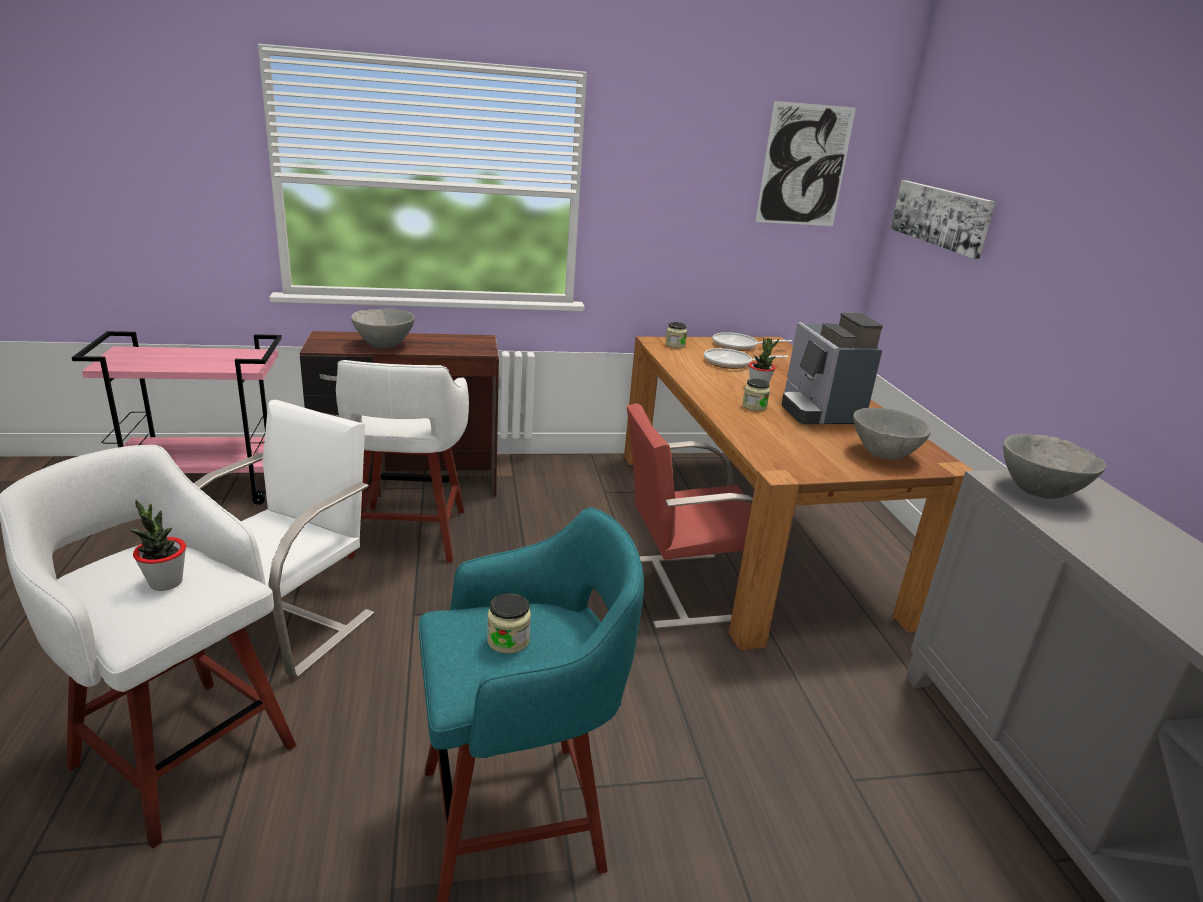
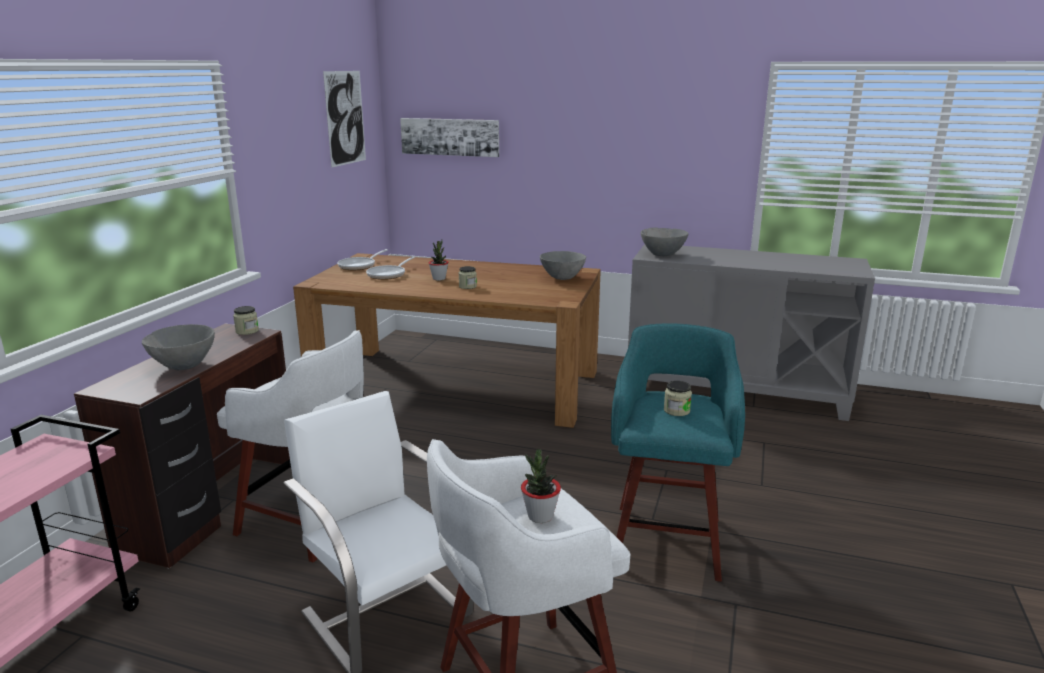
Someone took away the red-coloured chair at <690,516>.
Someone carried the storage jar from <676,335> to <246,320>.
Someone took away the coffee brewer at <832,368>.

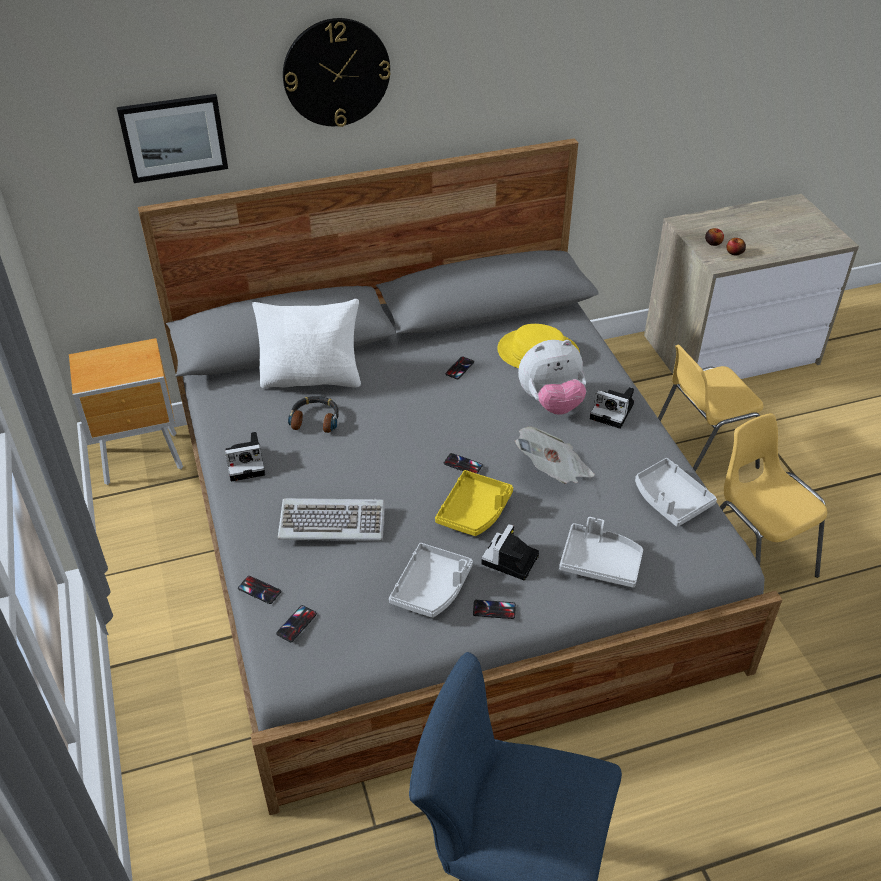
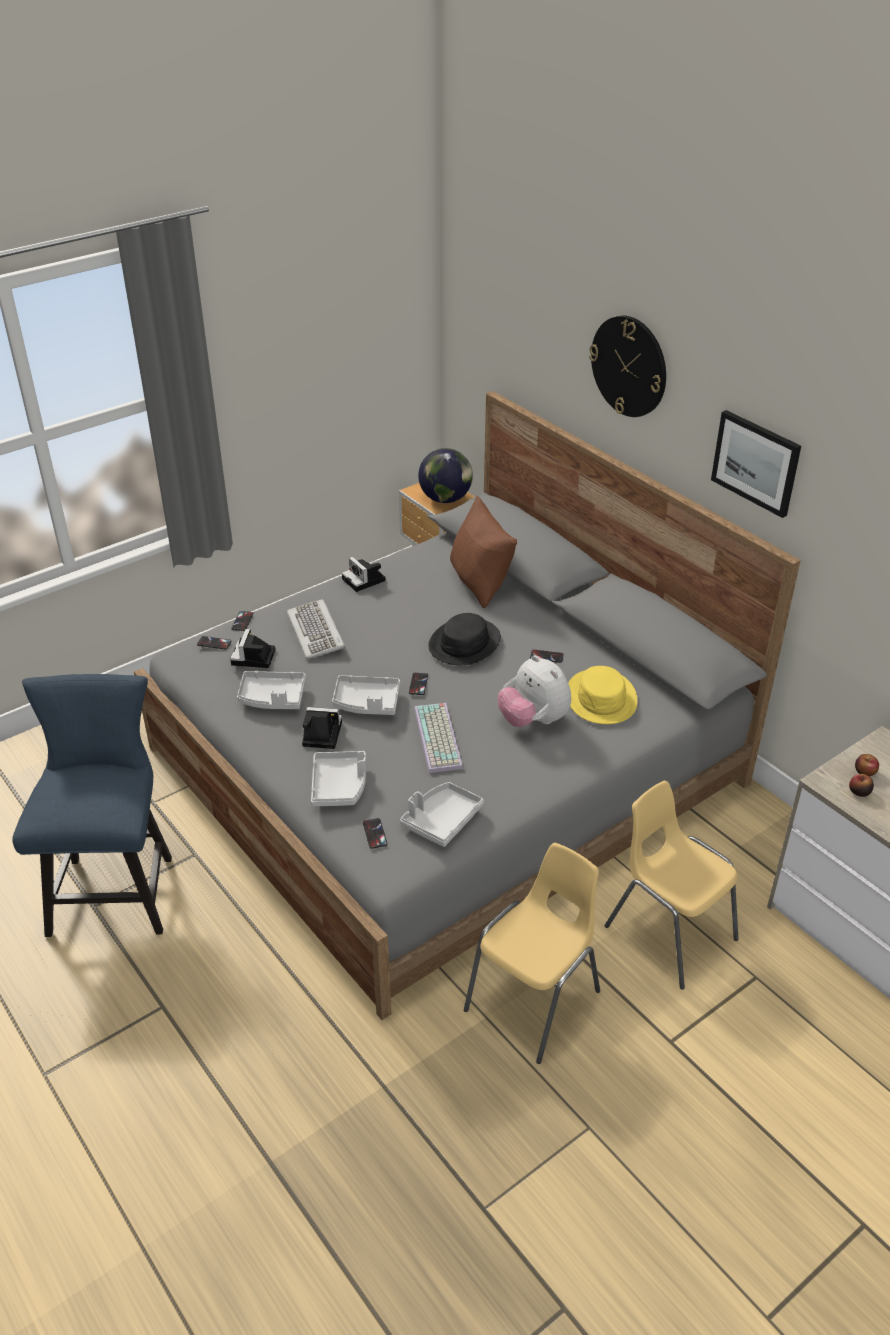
Someone carried the wall picture from <172,138> to <756,464>.
Someone repainted the white throw pillow at <306,343>, which became the brownish throw pillow at <483,552>.
Someone took away the headset at <313,414>.
Someone repainted the yellow-coloured tray at <474,503>, which became the greyish tray at <366,695>.
Someone carried the handset from <494,609> to <375,833>.
Someone swapped the daily paper at <554,454> for the computer keyboard at <438,738>.
Someone carried the photo camera from <612,408> to <253,648>.
Someone put down the world globe at <445,475>.
Someone put down the black-coloured clothing hat at <464,639>.

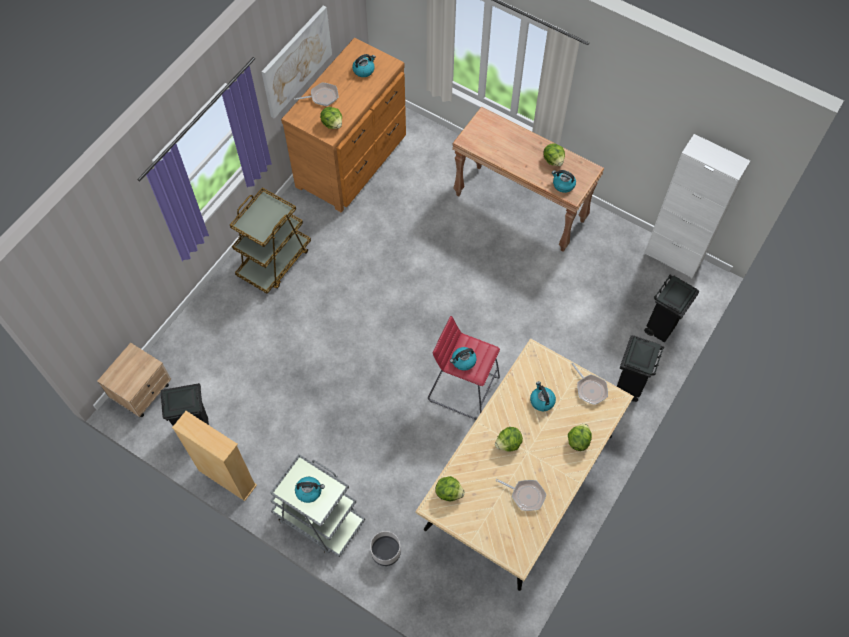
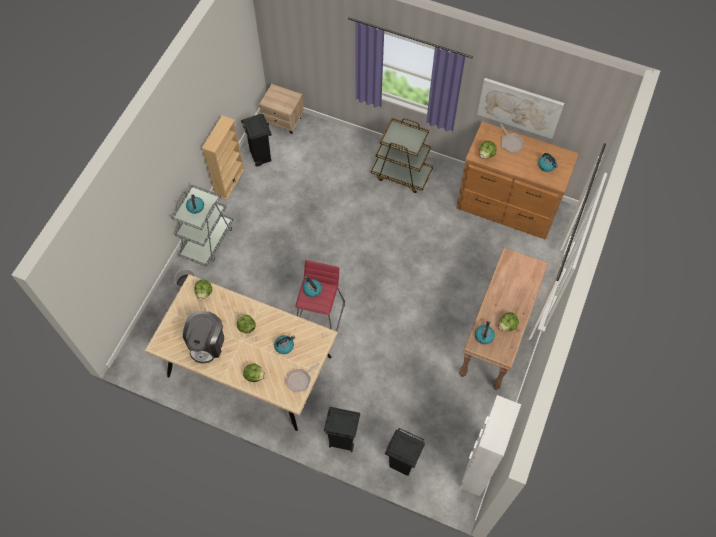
Someone swapped the pan at <520,495> for the coffee brewer at <203,337>.

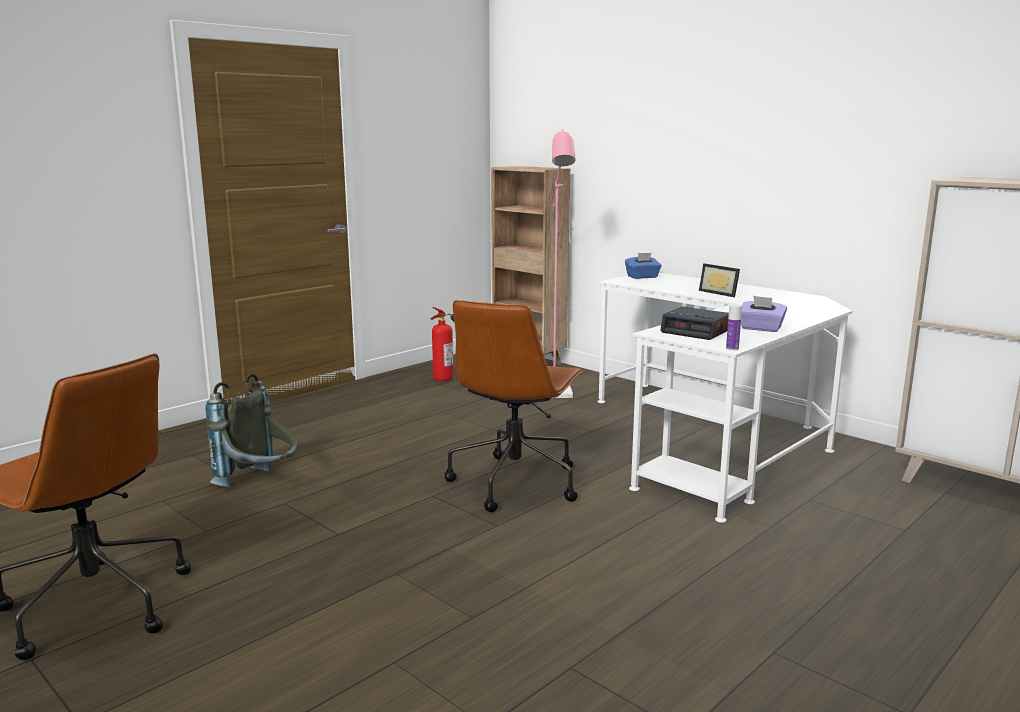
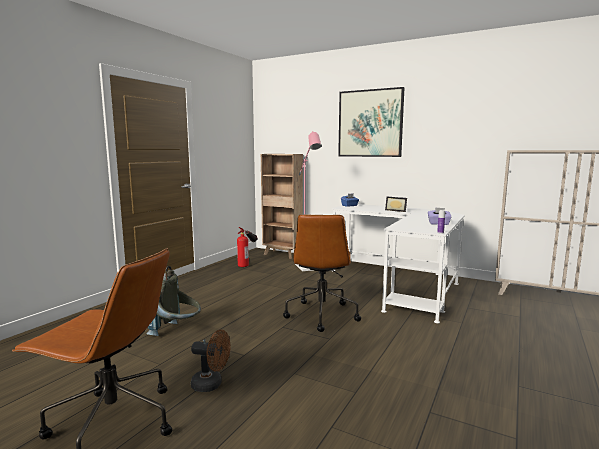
Someone took away the bedside clock at <694,323>.
Someone put down the brownish electric fan at <211,361>.
Someone put up the wall picture at <371,122>.

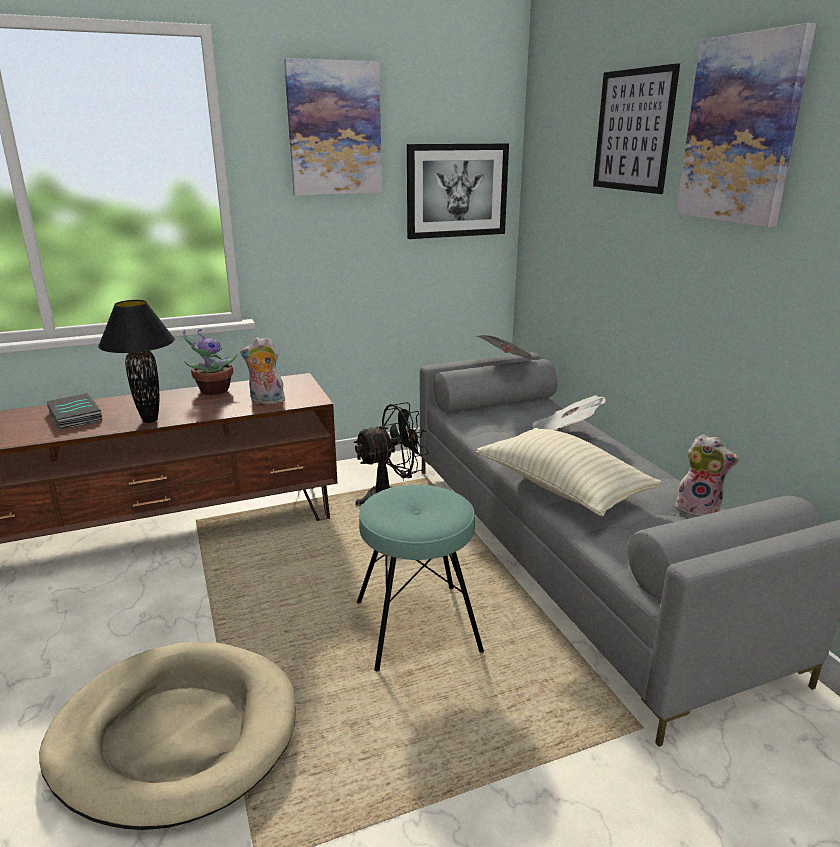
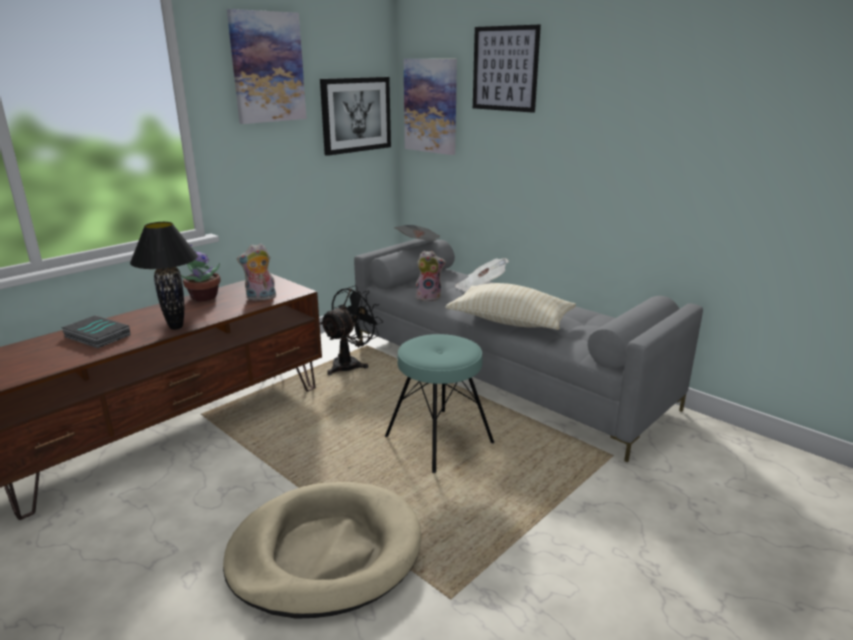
Someone carried the cuddly toy from <707,475> to <431,276>.
Someone carried the wall picture from <746,125> to <430,107>.

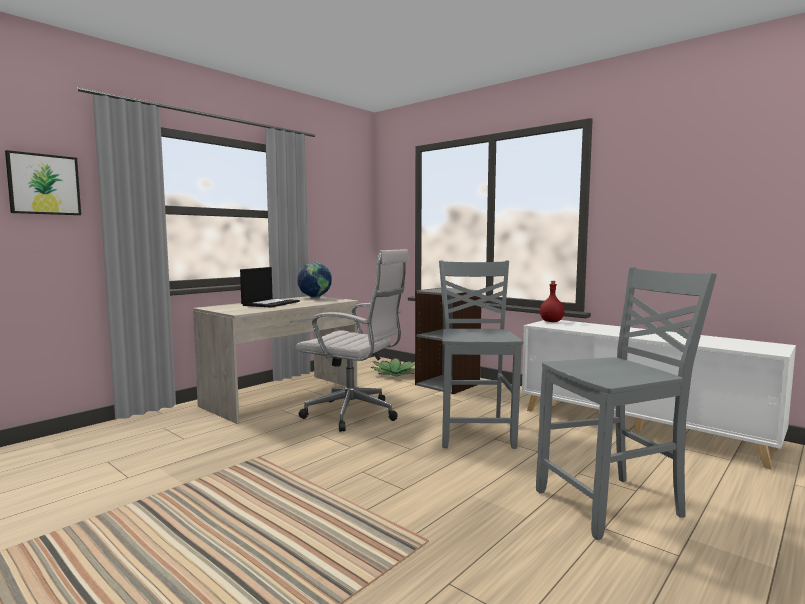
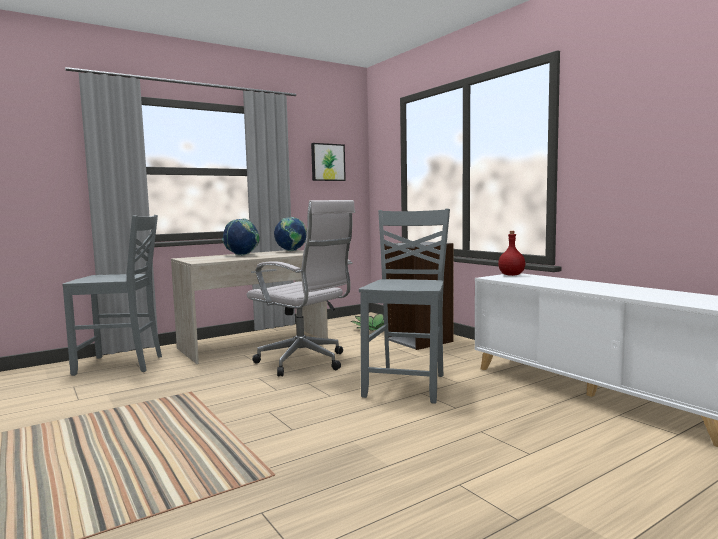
Someone carried the wall picture from <43,182> to <328,162>.
Someone swapped the laptop at <270,287> for the world globe at <241,237>.
Someone carried the greyish chair from <626,403> to <112,295>.

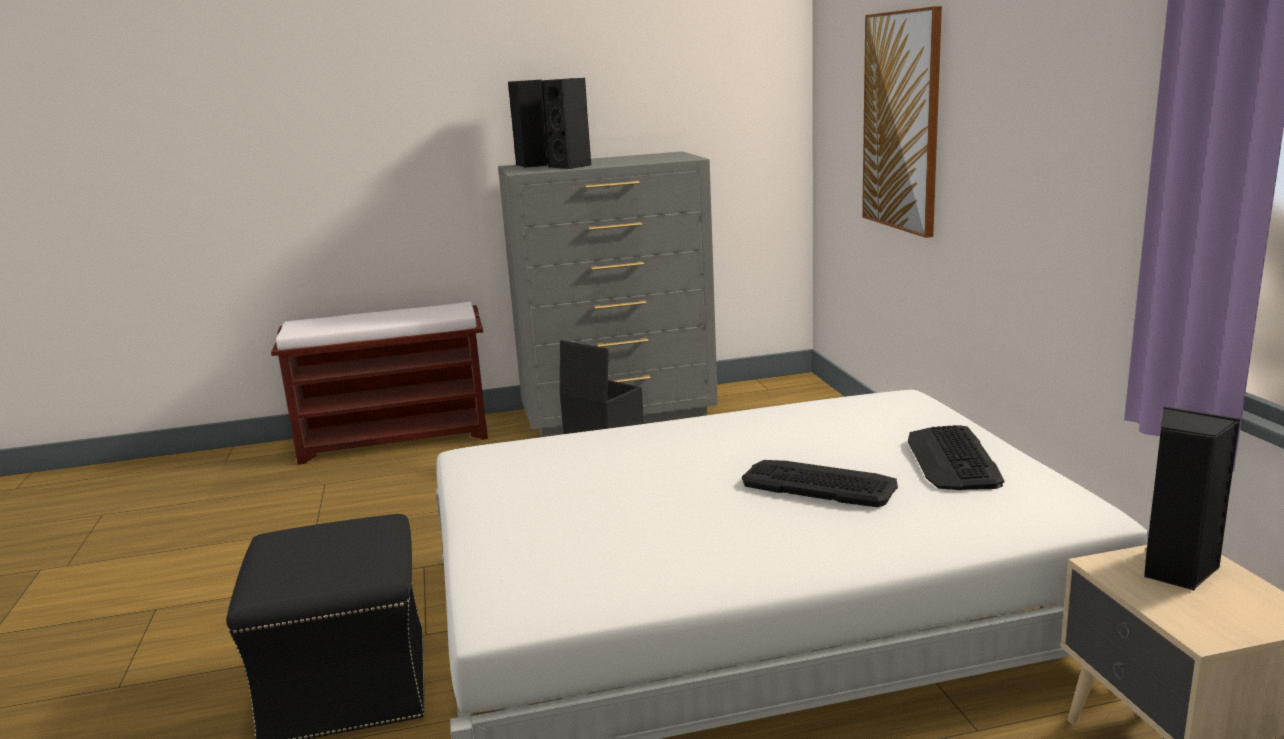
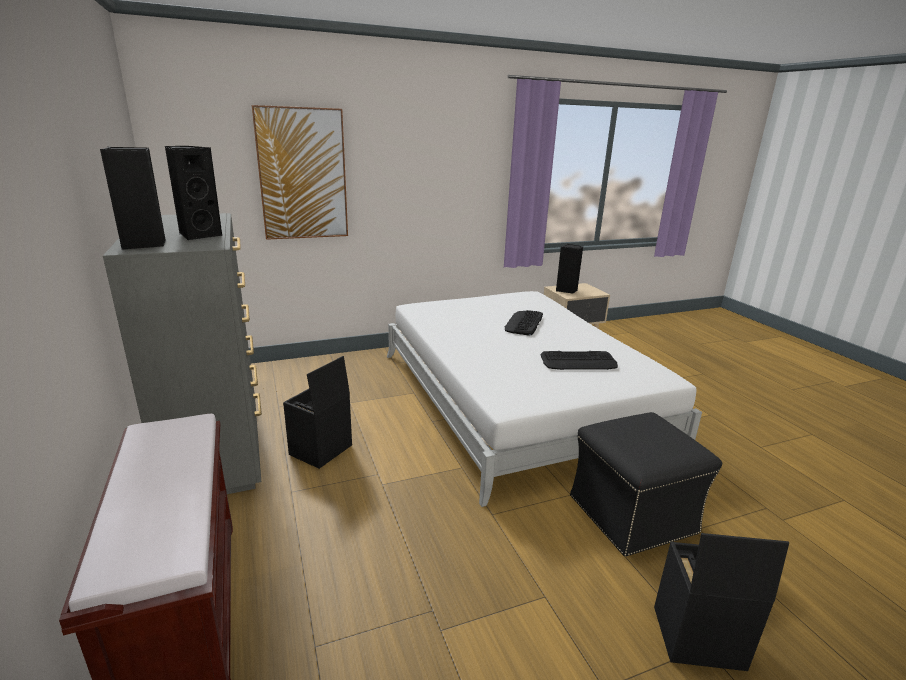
Someone carried the computer keyboard from <956,457> to <579,360>.
Someone put down the black-coloured storage bin at <721,602>.

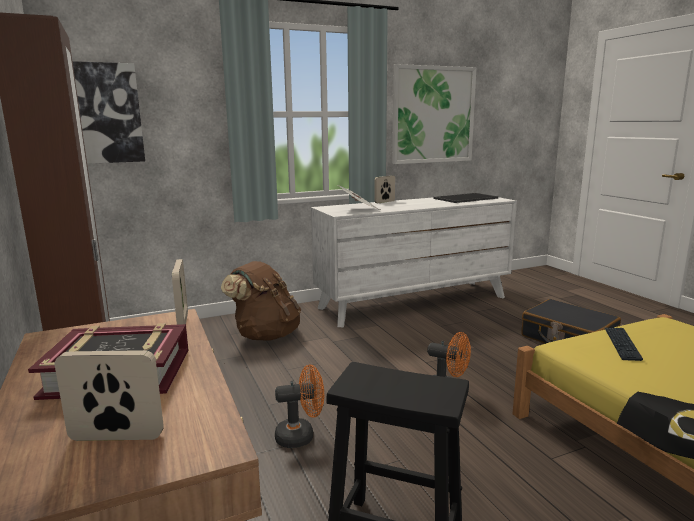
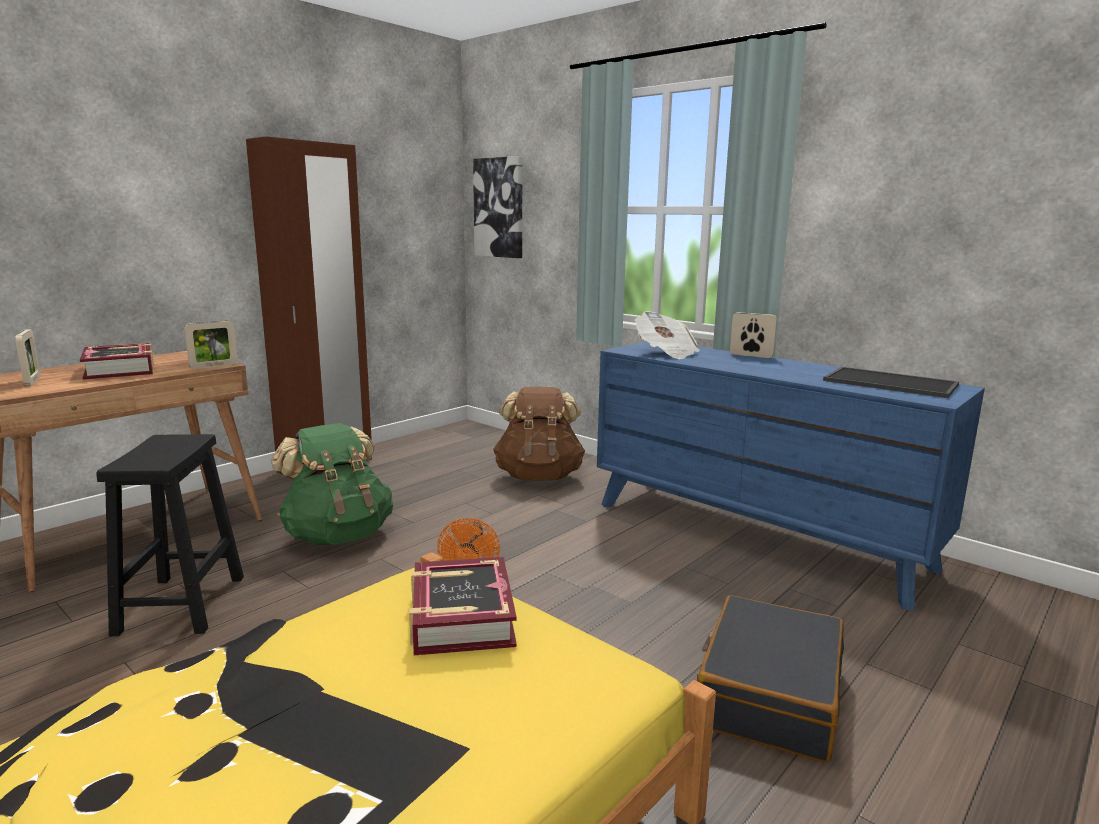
Someone swapped the orange-coloured electric fan at <299,406> for the green backpack at <332,484>.
Someone repainted the white dresser at <414,262>, which became the bluish dresser at <791,475>.
Someone took away the wall picture at <434,114>.
Someone swapped the computer keyboard at <624,344> for the bound book at <463,606>.

